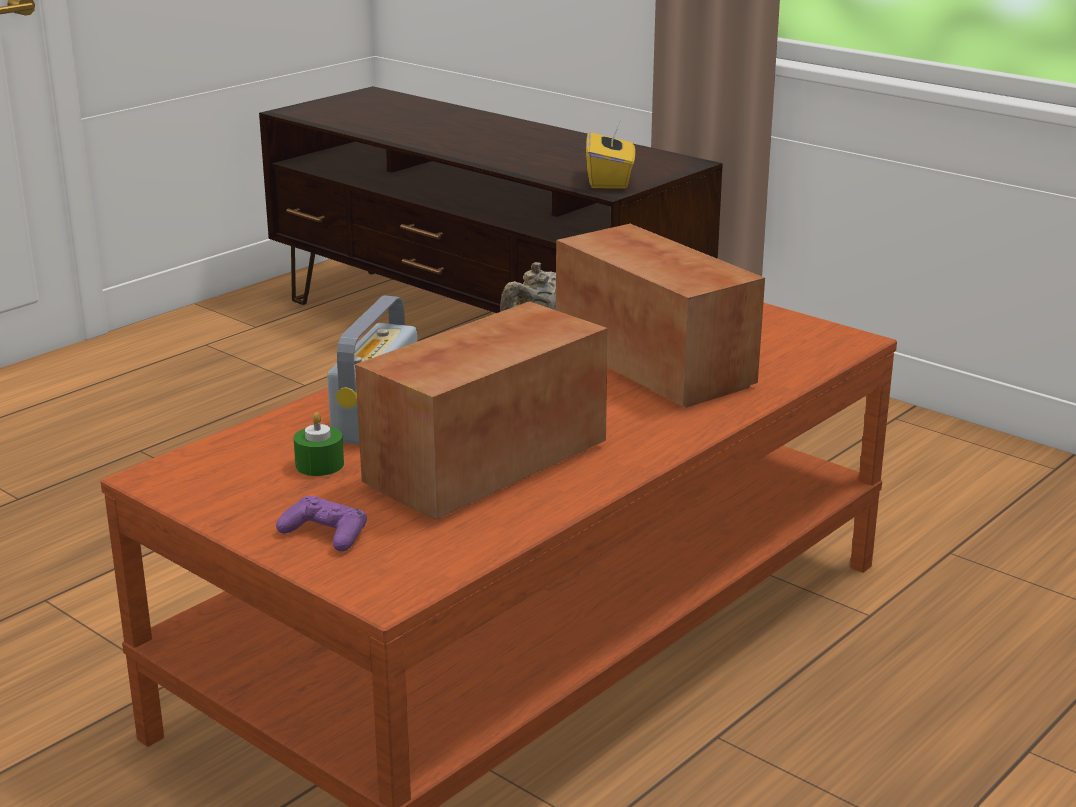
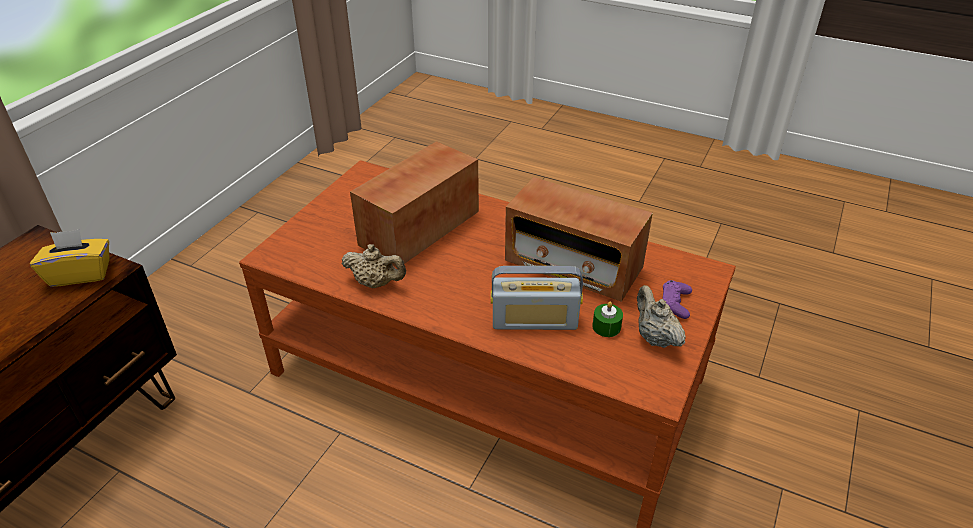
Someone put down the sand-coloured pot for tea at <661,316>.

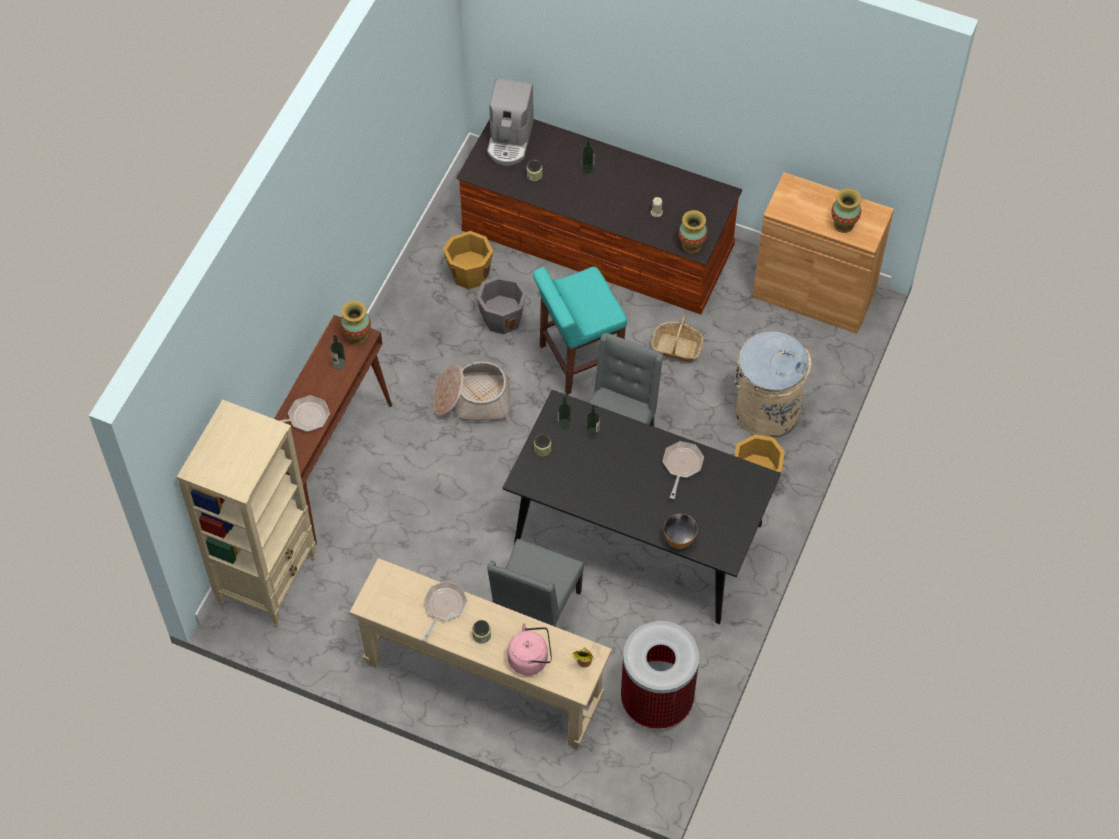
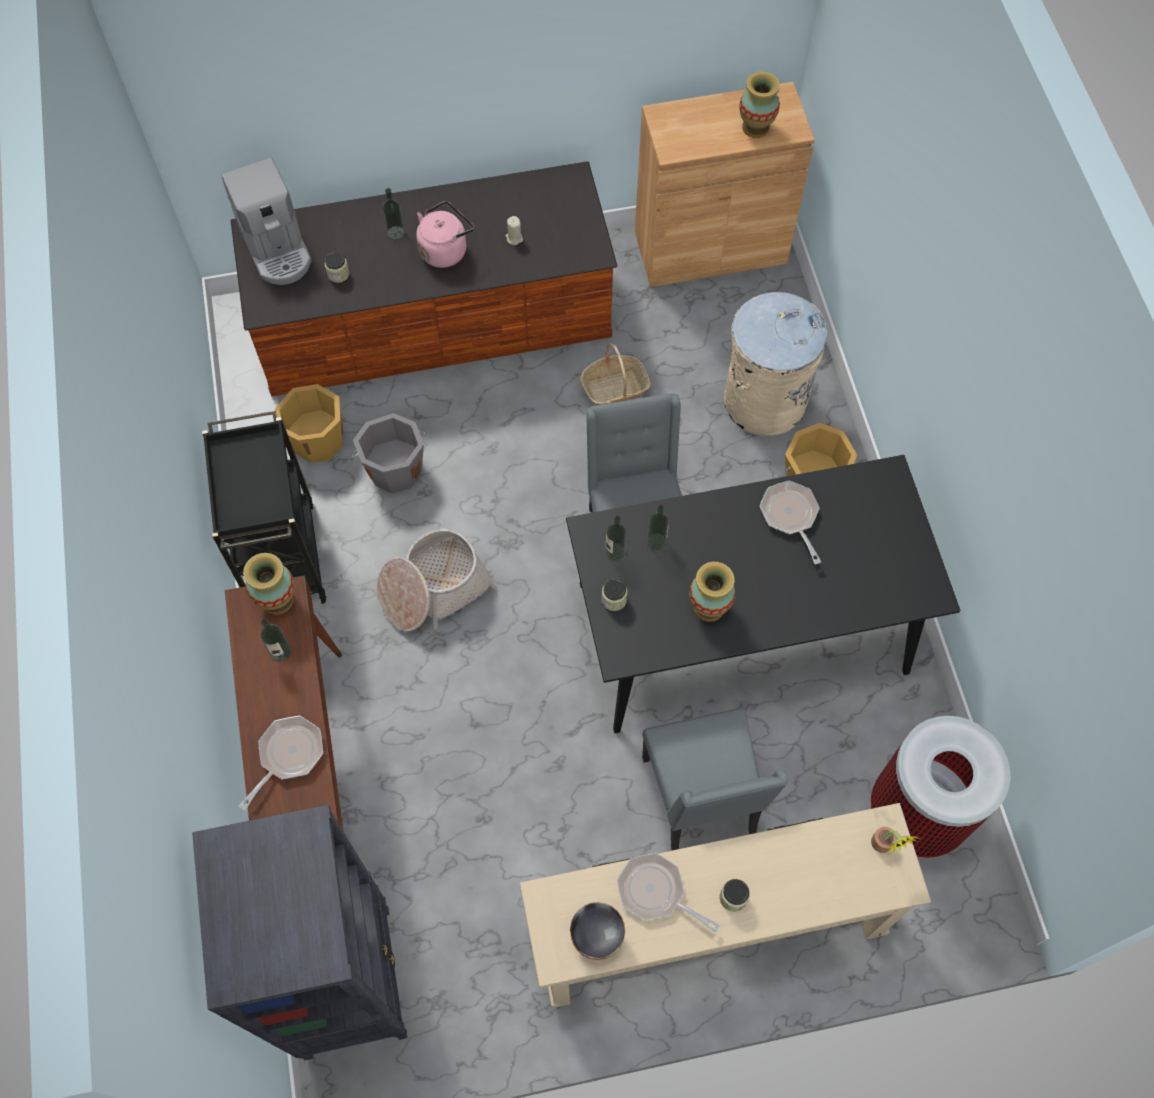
Someone repainted the sand-coloured shelving unit at <246,513>, which became the black-coloured shelving unit at <299,932>.
Someone rotated the pan at <444,611> by 45 degrees counterclockwise.
Someone carried the pink-coloured tea kettle from <530,649> to <445,234>.
Someone took away the blue-green stool seat at <580,331>.
Someone carried the deep dish from <681,531> to <597,931>.
Someone carried the flower vase from <693,231> to <712,592>.
Someone put down the black-coloured trolley at <264,507>.

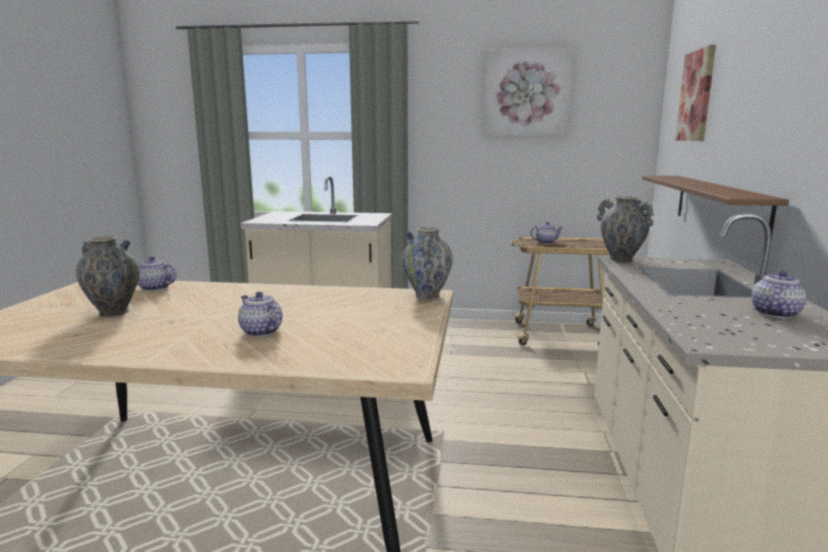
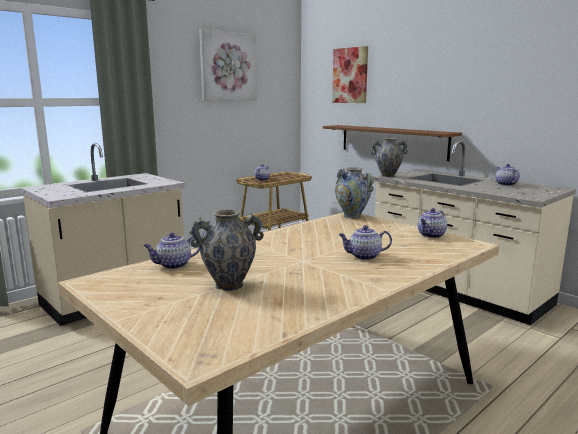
Someone put down the pot for tea at <432,223>.

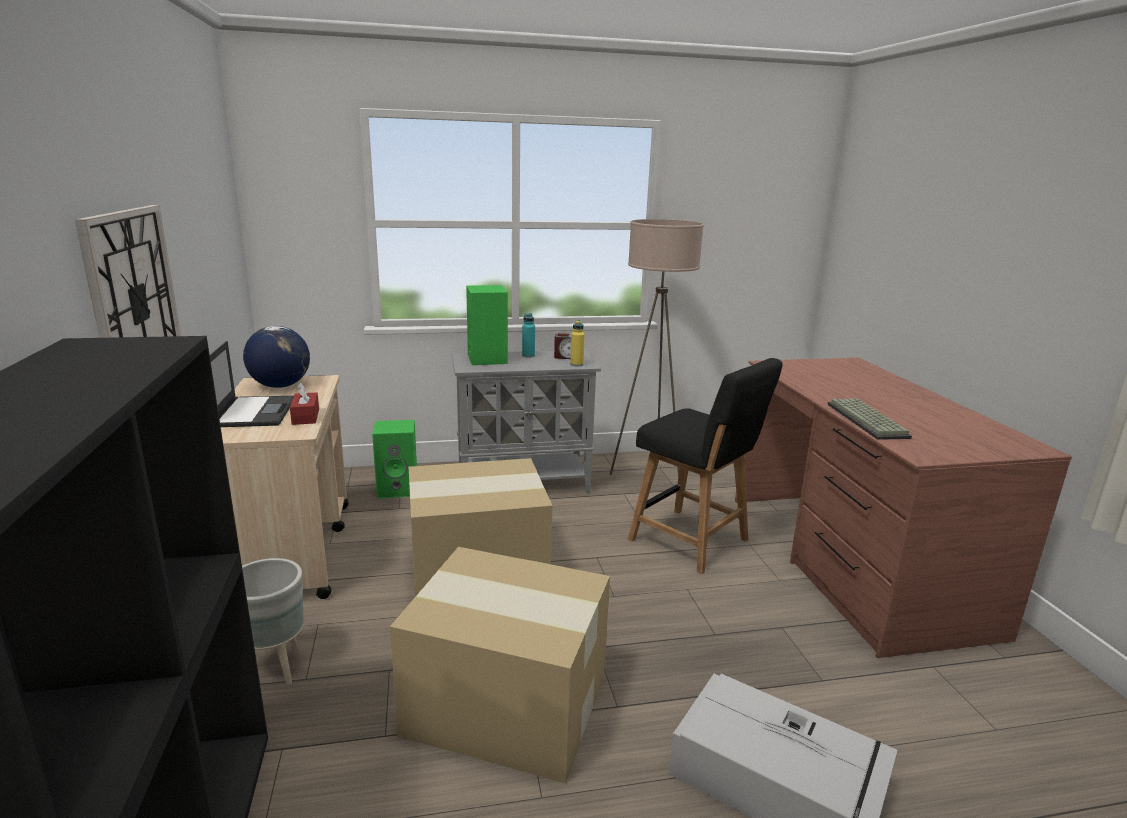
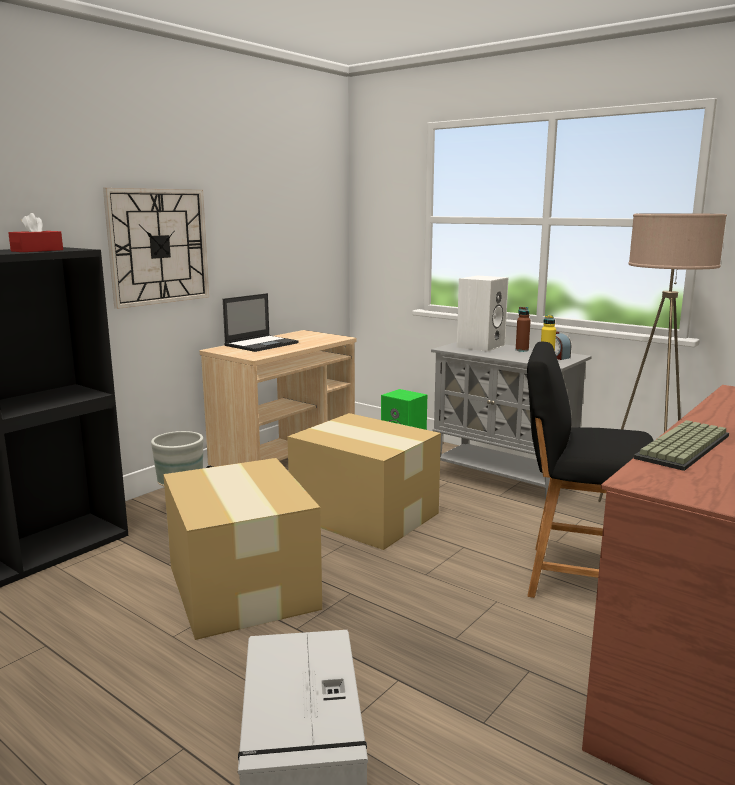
Someone took away the world globe at <276,357>.
Someone carried the red-coloured box of tissues from <304,404> to <35,232>.
Someone repainted the green audio speaker at <487,325>, which became the white audio speaker at <482,313>.
Someone repainted the blue-green drink bottle at <528,335>, which became the brownish drink bottle at <523,329>.
Someone rotated the black-coloured chair at <705,466> by 105 degrees clockwise.

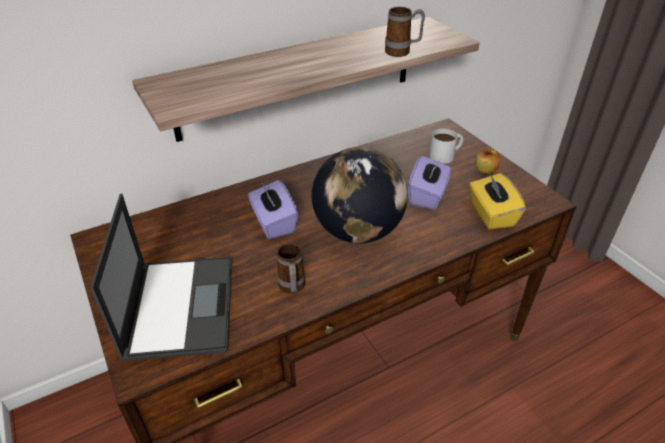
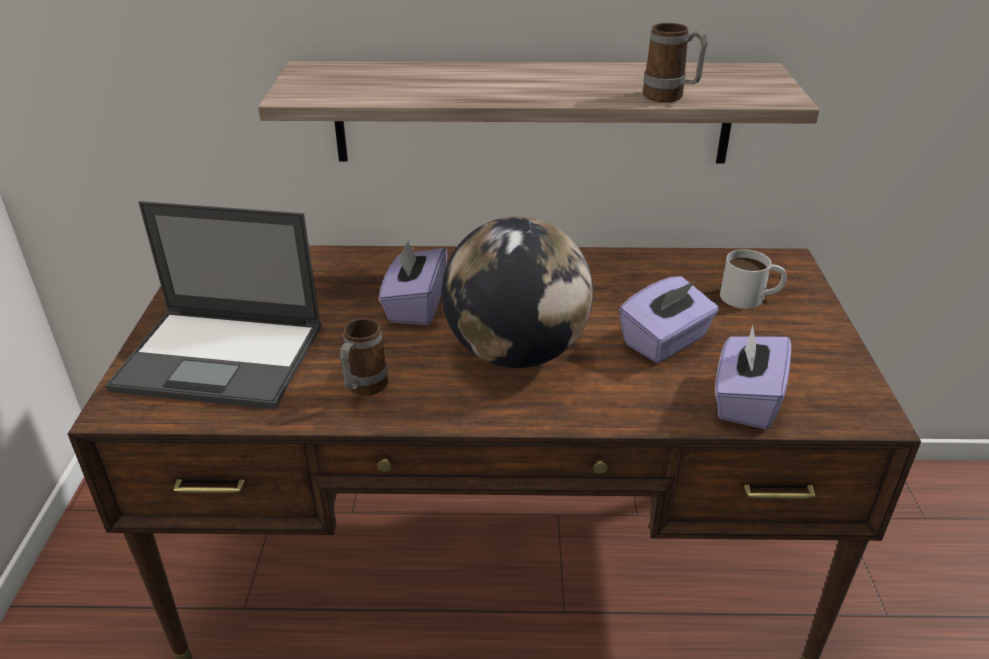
Someone rotated the laptop at <161,278> by 75 degrees clockwise.
Someone repainted the yellow-coloured box of tissues at <497,201>, which became the purple box of tissues at <753,377>.
Someone took away the apple fruit at <487,161>.

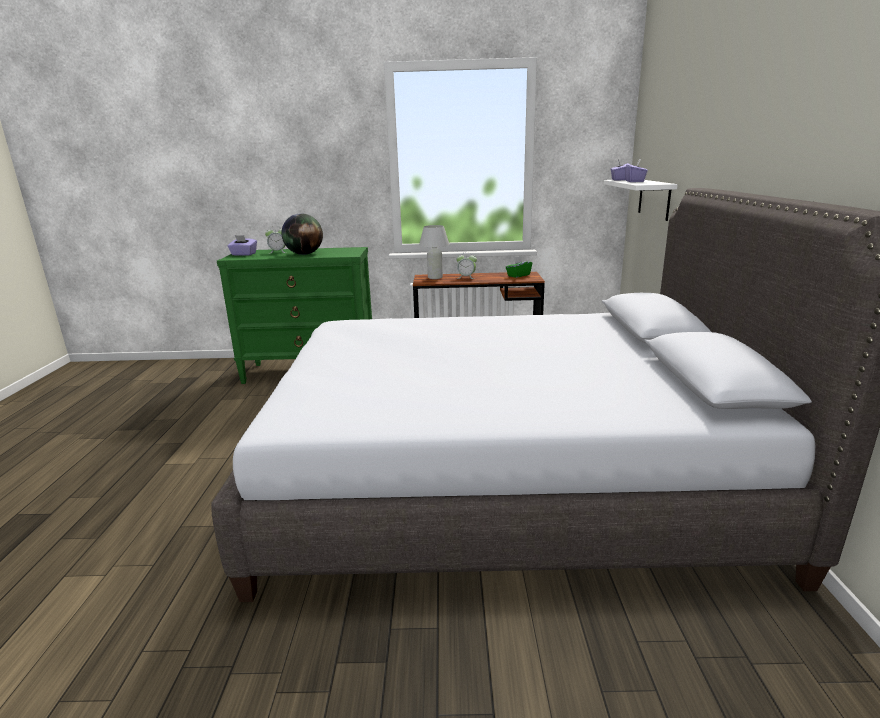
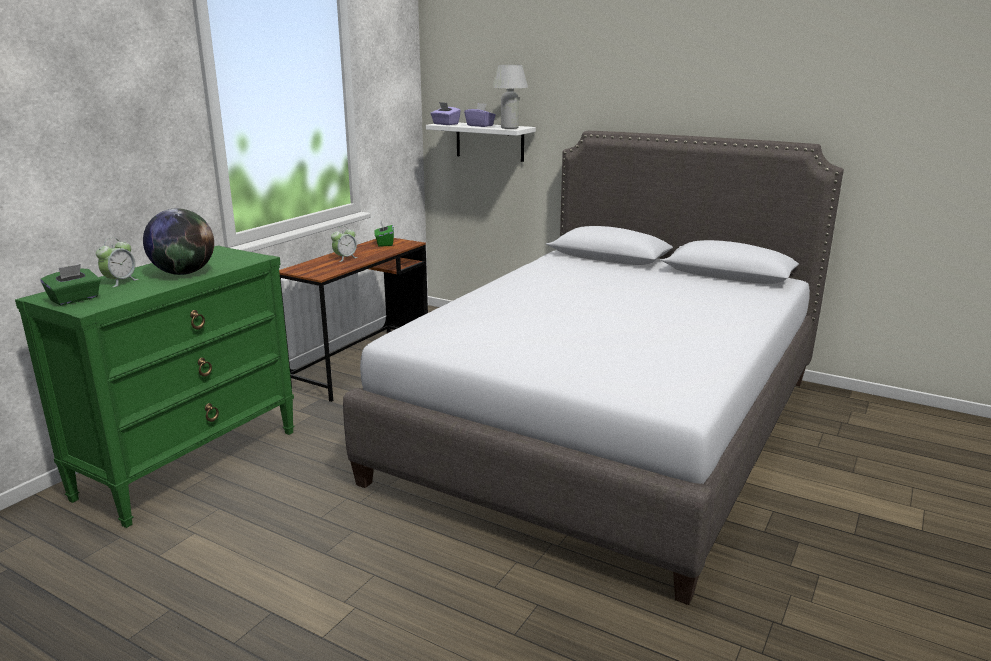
Someone repainted the purple box of tissues at <242,245>, which became the green box of tissues at <70,284>.
Someone carried the white table lamp from <434,252> to <510,97>.

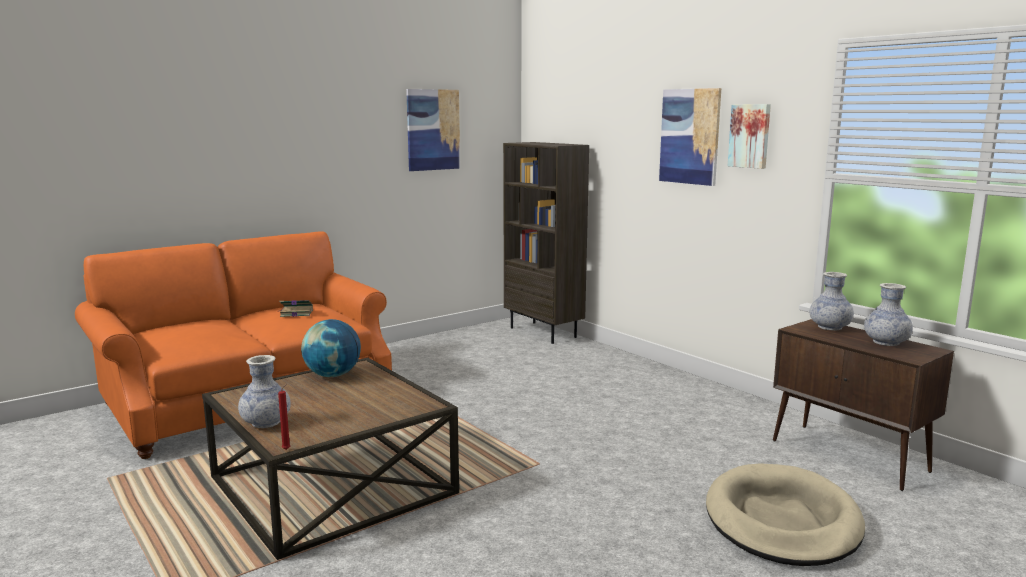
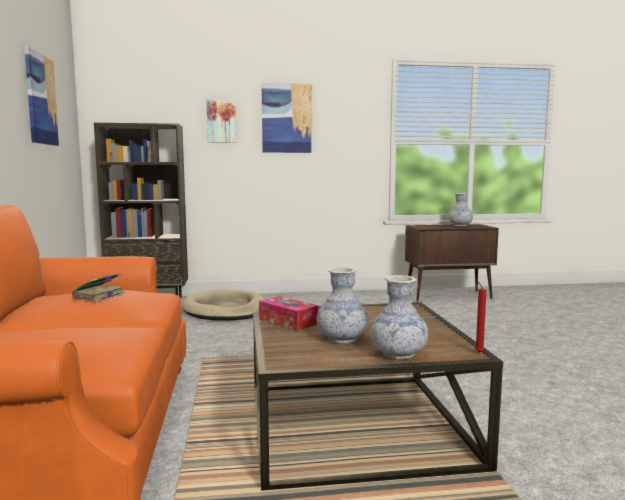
Someone swapped the world globe at <331,348> for the box of tissues at <288,313>.
Someone carried the sand-coloured dog cushion from <785,514> to <224,305>.
Someone carried the wall picture from <749,136> to <221,121>.
Someone carried the flower vase from <832,301> to <342,305>.

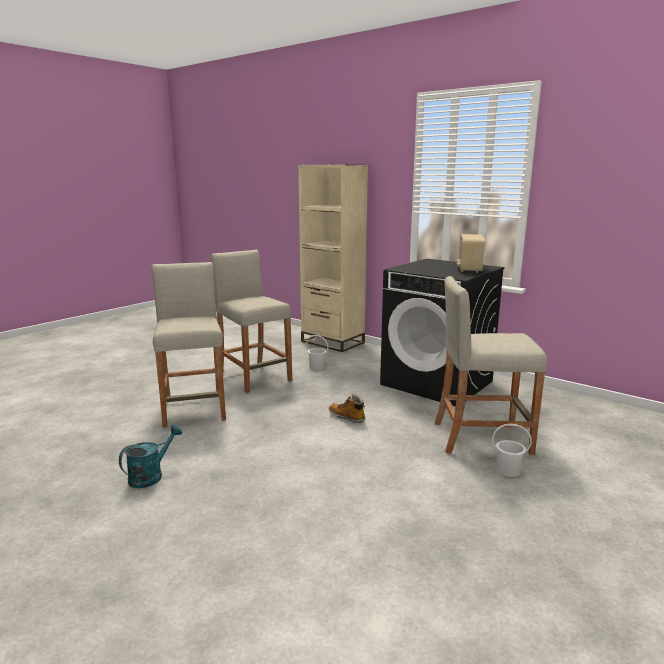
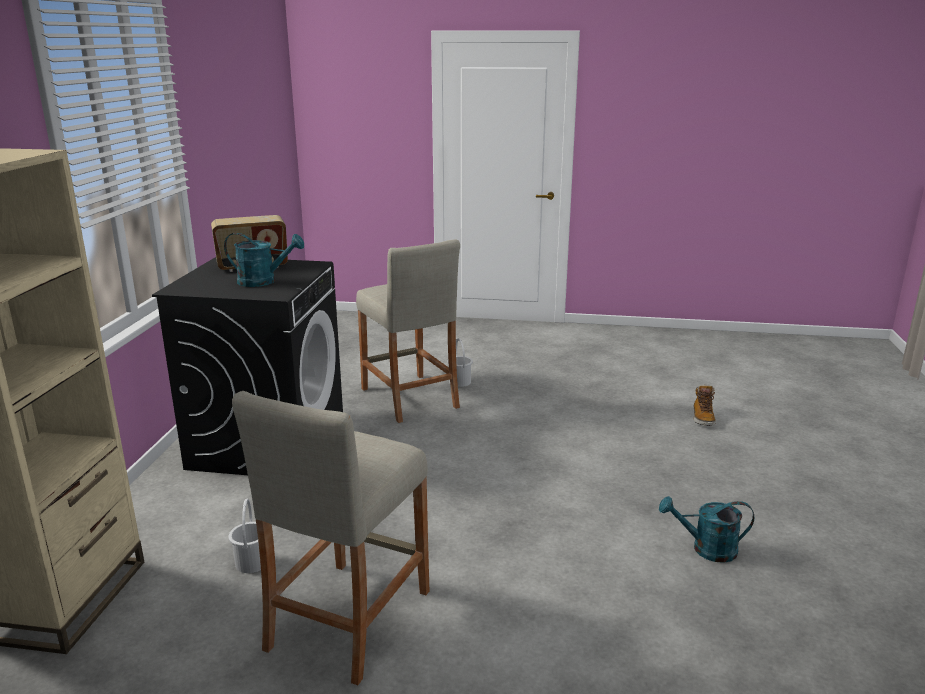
Someone took away the sand-coloured stool seat at <188,345>.
Someone carried the high-top boot from <347,408> to <705,405>.
Someone put down the blue-green sprinkling can at <264,260>.

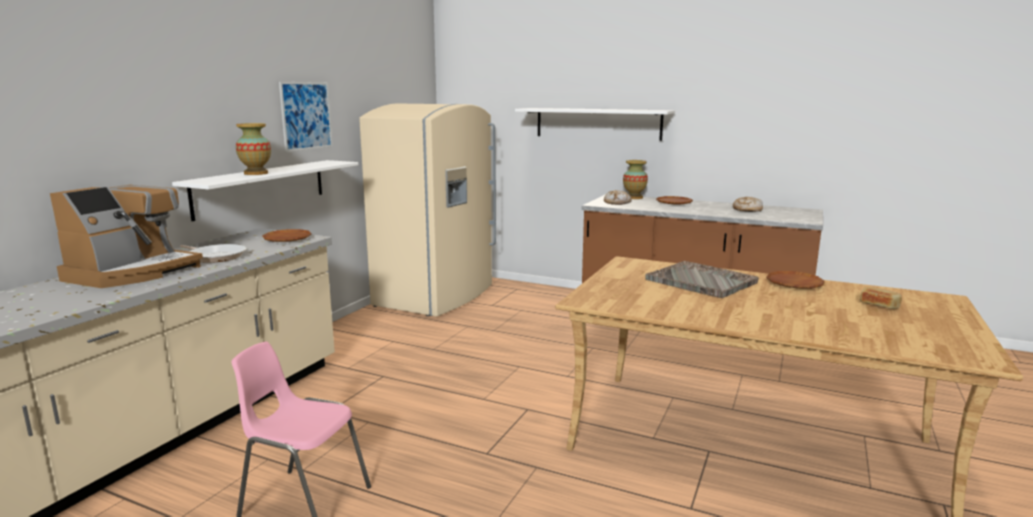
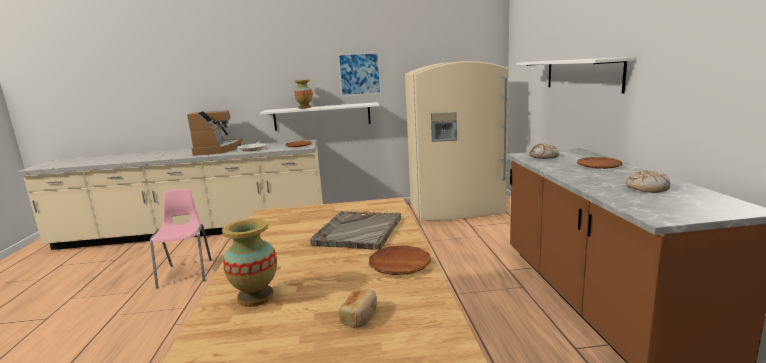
Someone rotated the coffee brewer at <126,236> by 90 degrees counterclockwise.
Someone carried the flower vase from <635,179> to <249,263>.

